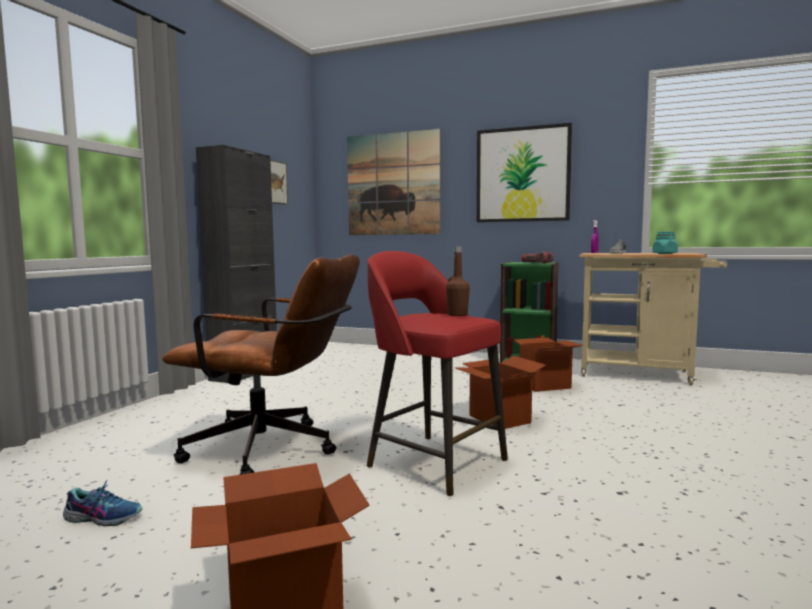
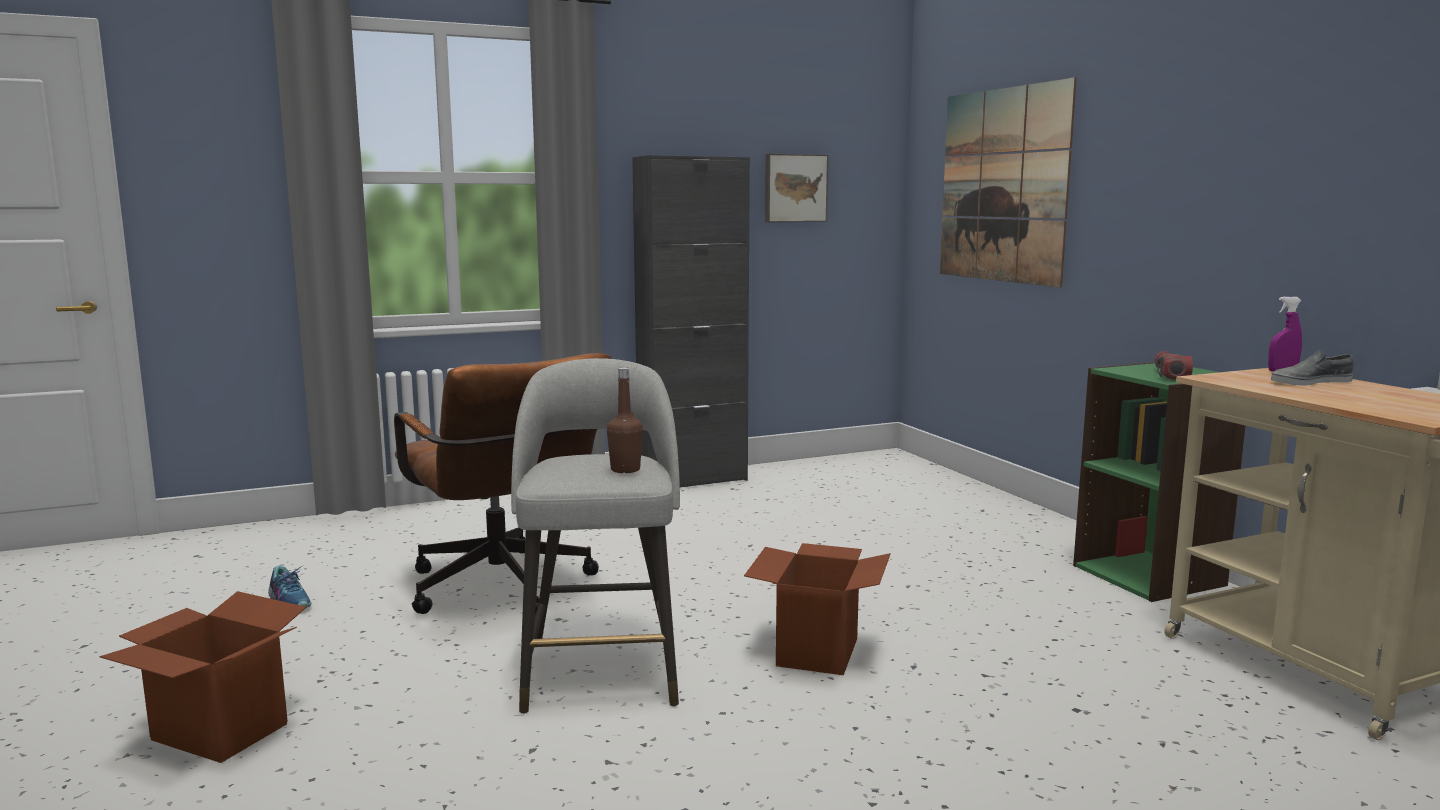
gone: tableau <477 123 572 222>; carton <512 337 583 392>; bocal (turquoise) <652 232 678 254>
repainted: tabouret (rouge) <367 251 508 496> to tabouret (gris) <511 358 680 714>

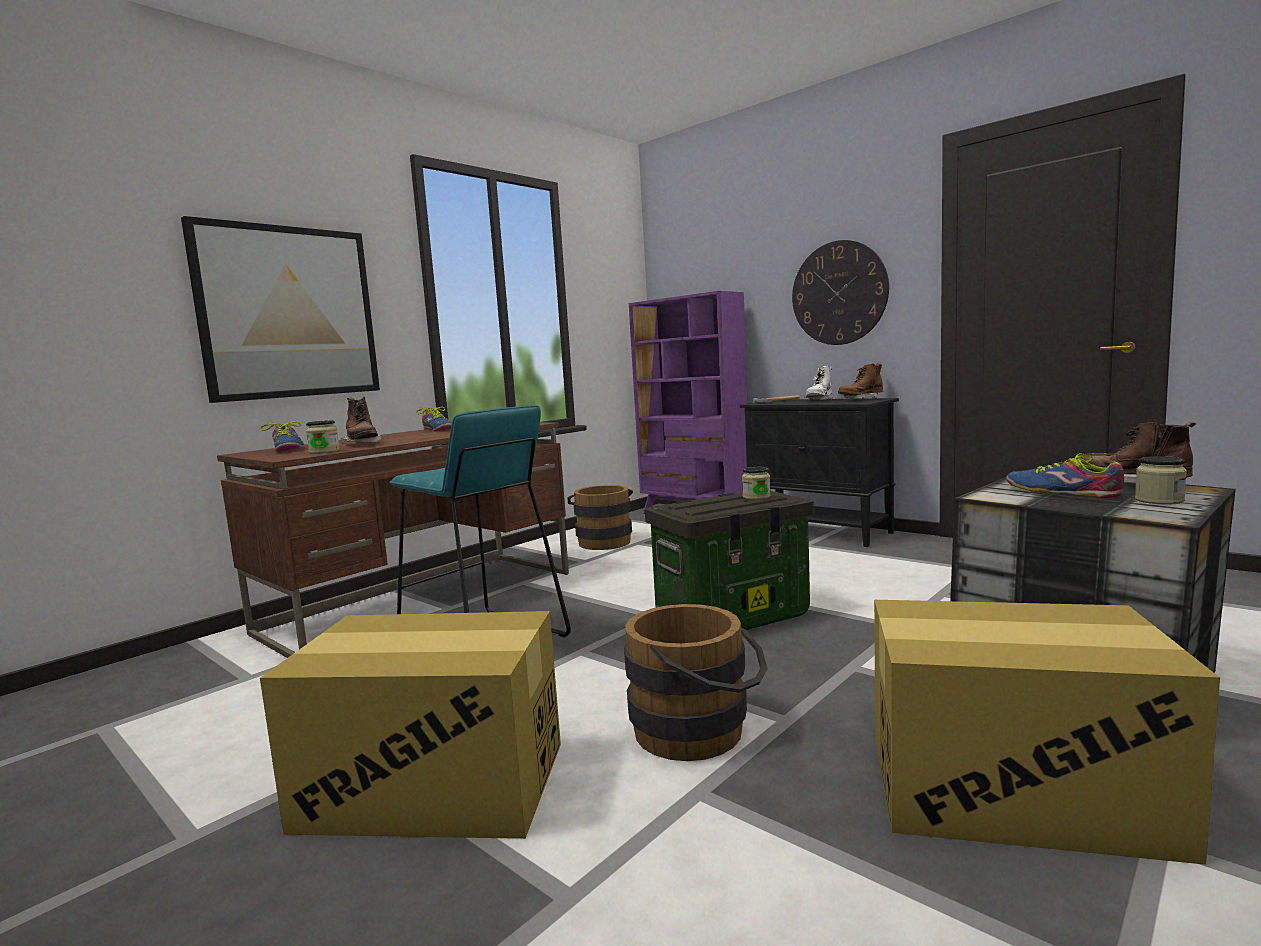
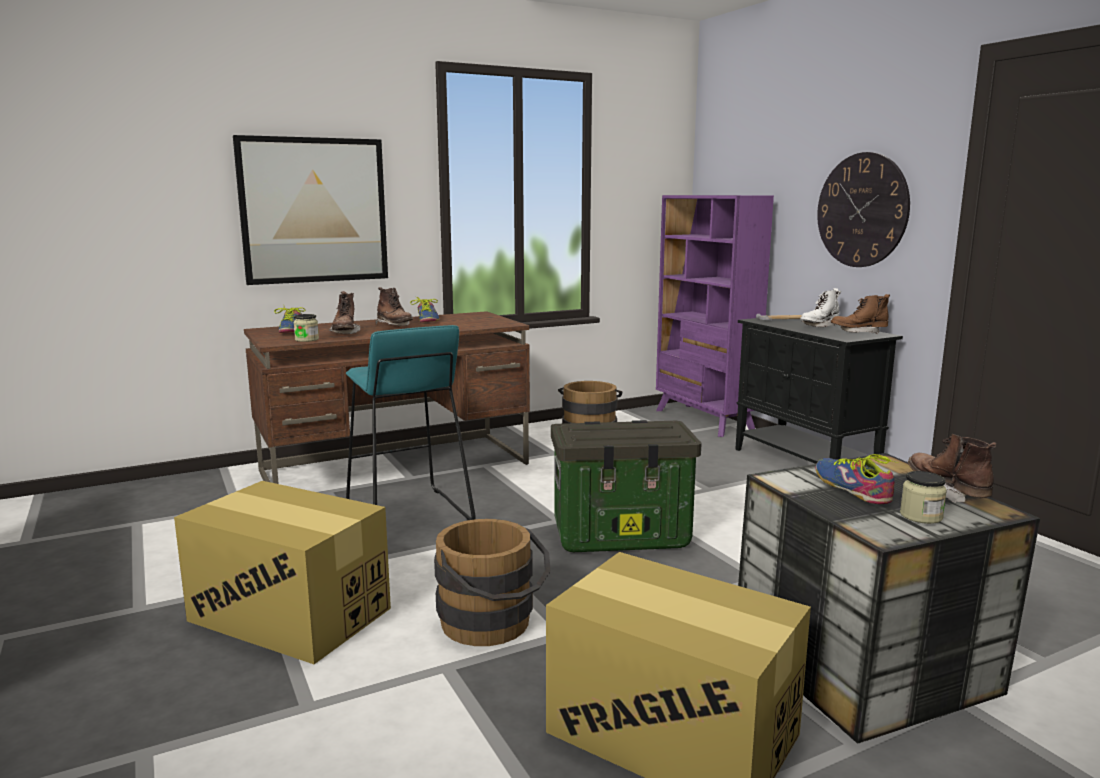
gone: bocal <742 467 771 500>
new: botte (marron) <375 287 413 326>

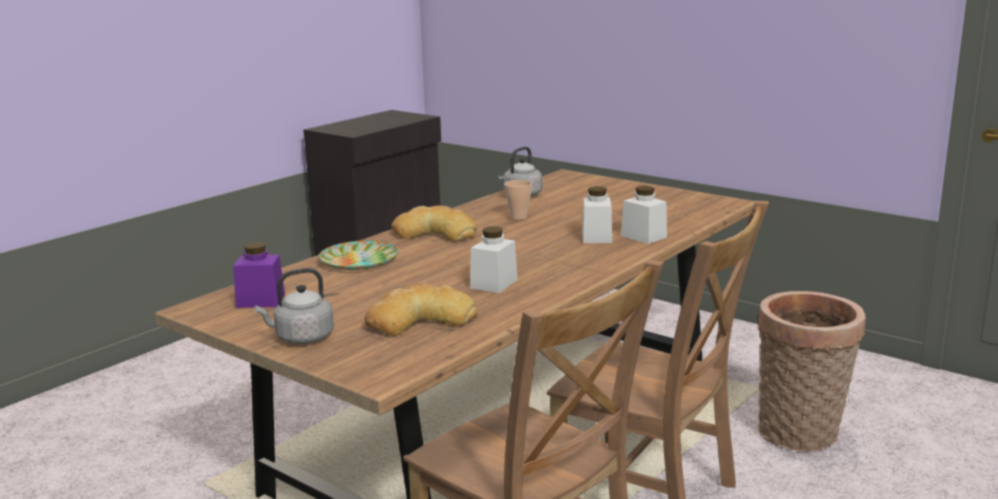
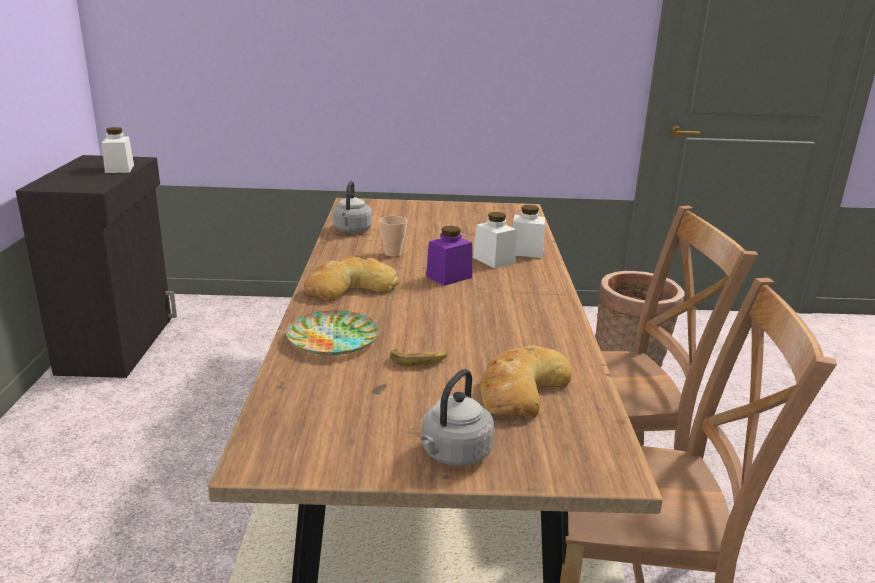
new: banane <390 348 447 366>
shifted: bocal (violet) <233 242 285 308> to <426 226 472 286>; bocal (blanc) <470 226 518 293> to <102 127 134 173>

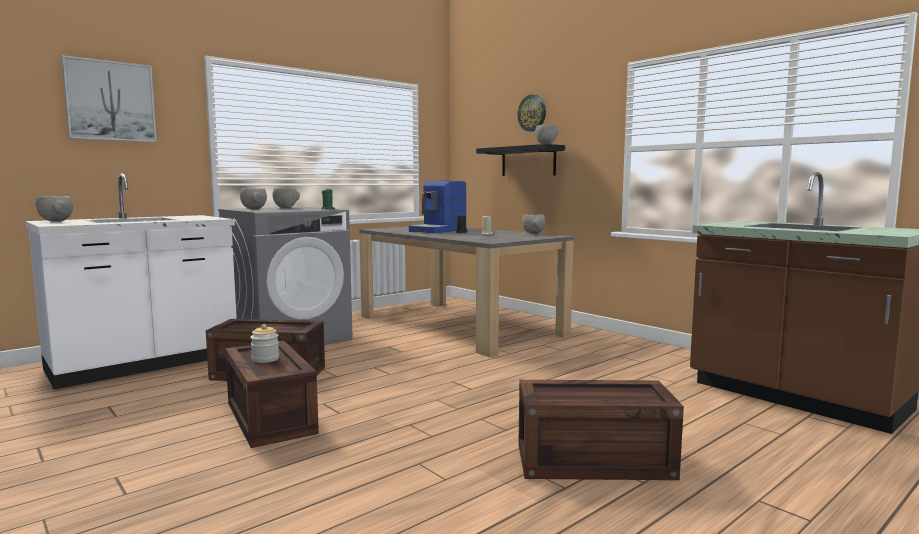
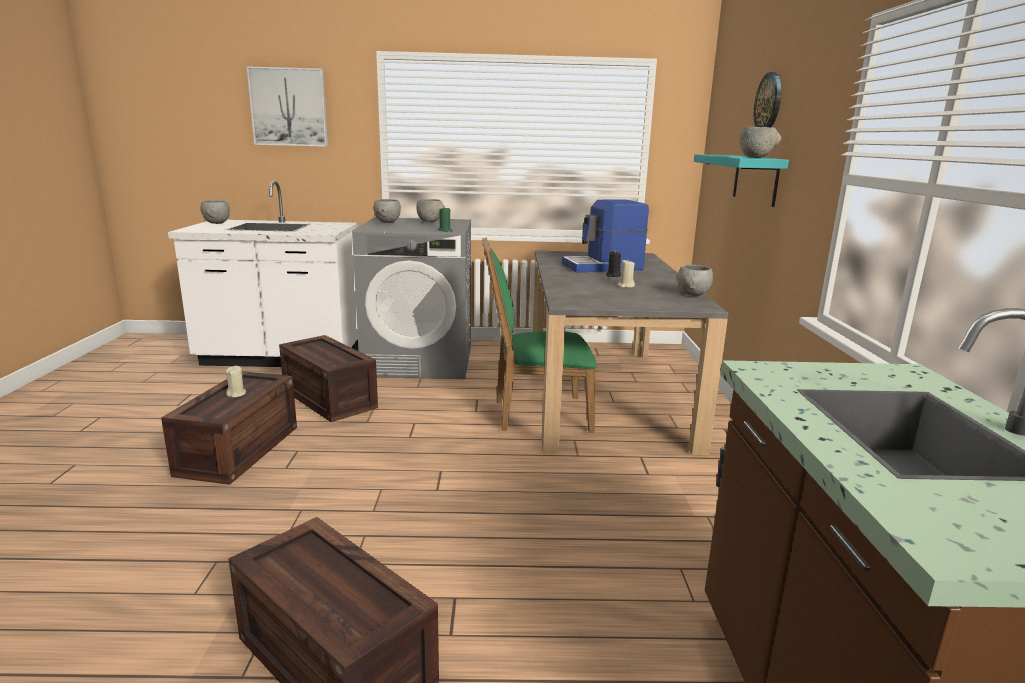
new: chaise (vert) <482 238 597 433>
swapped: bocal <250 324 279 363> to bougie (beige) <226 366 246 398>
repainted: étagère (noir) <476 144 565 176> to étagère (turquoise) <694 154 789 207>

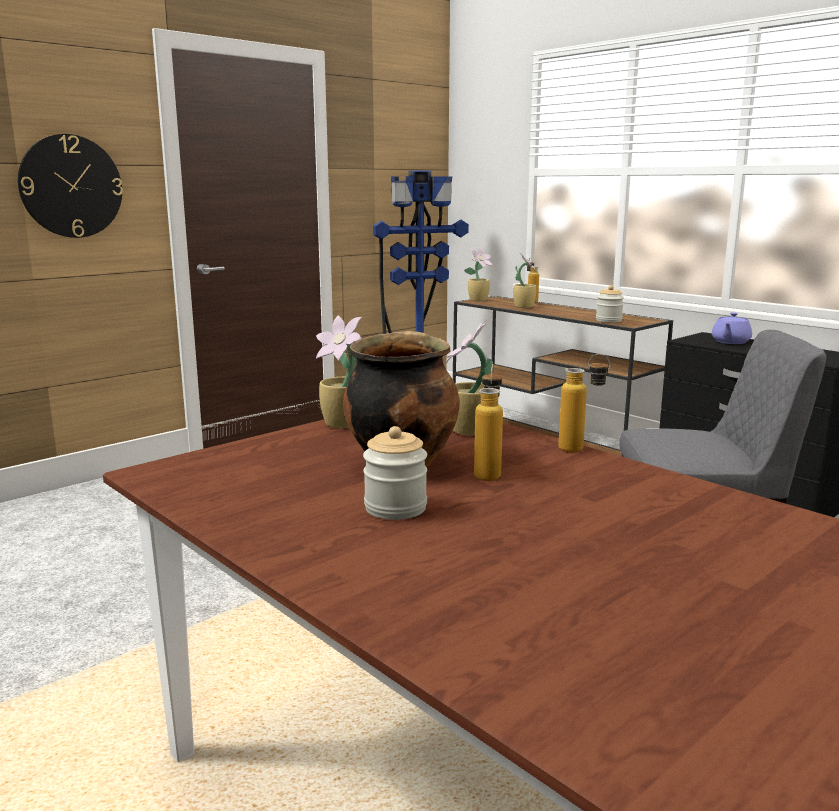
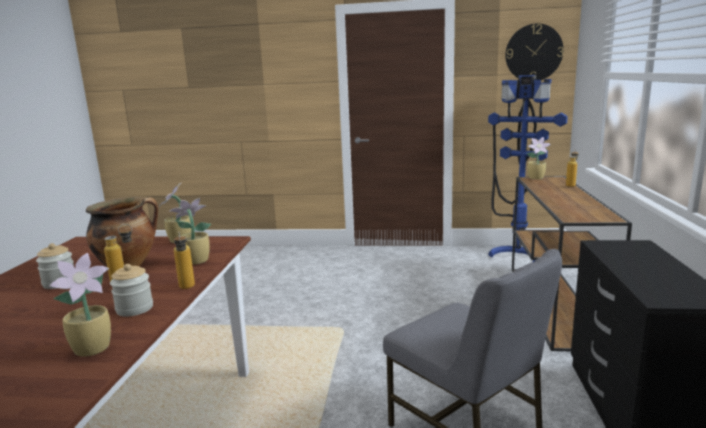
gone: théière (violet) <712 312 752 344>
shifted: horloge murale <18 134 123 238> to <505 23 564 80>; plante en pot <513 252 538 308> to <49 253 111 357>; bocal <596 285 624 322> to <110 264 153 317>

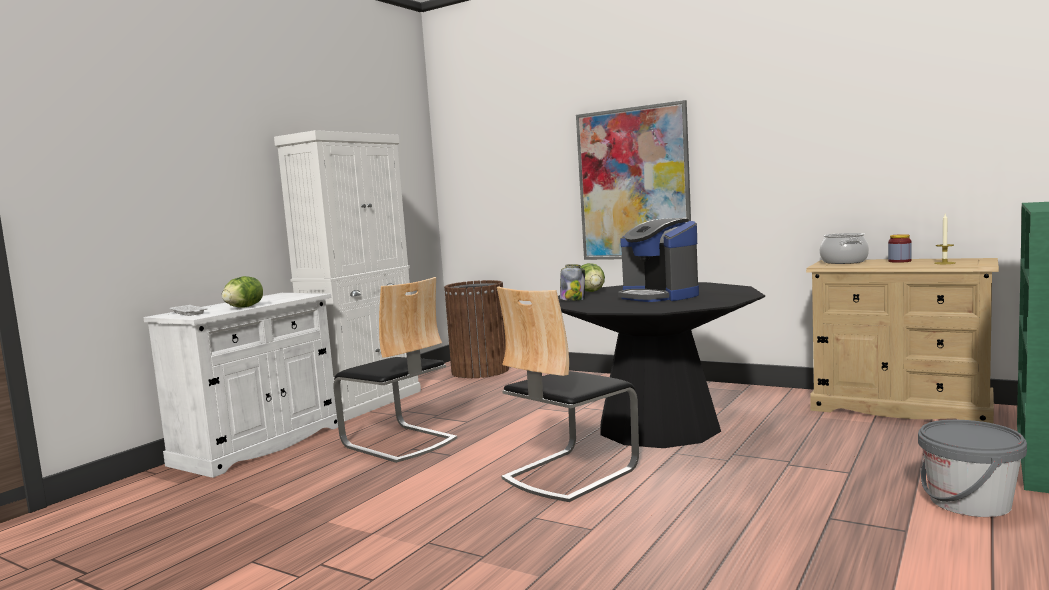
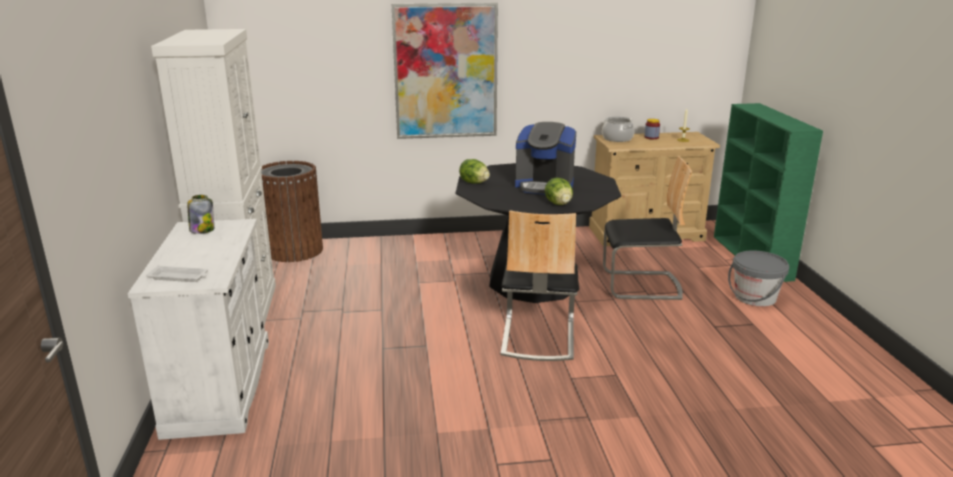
shifted: laitue <222 276 263 308> to <544 177 573 205>; chaise <333 277 457 463> to <603 156 692 300>; bocal <560 264 585 301> to <187 195 214 234>

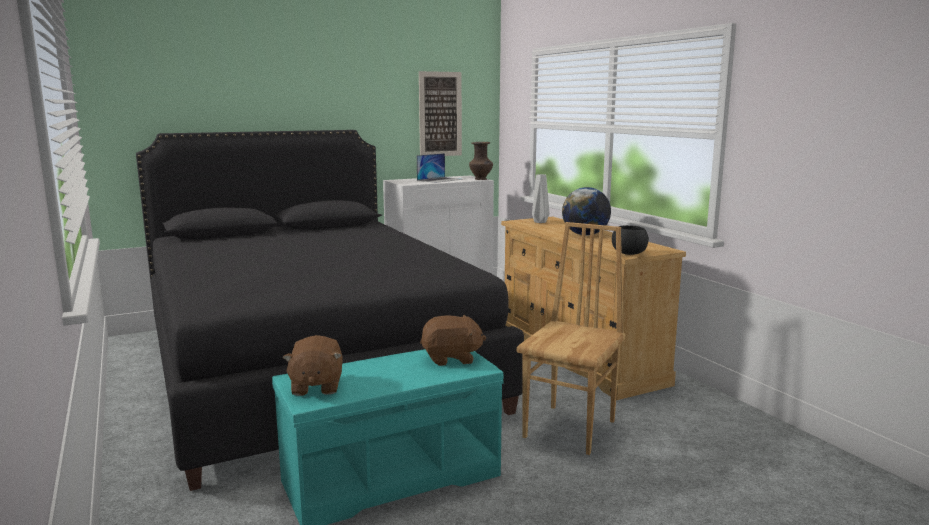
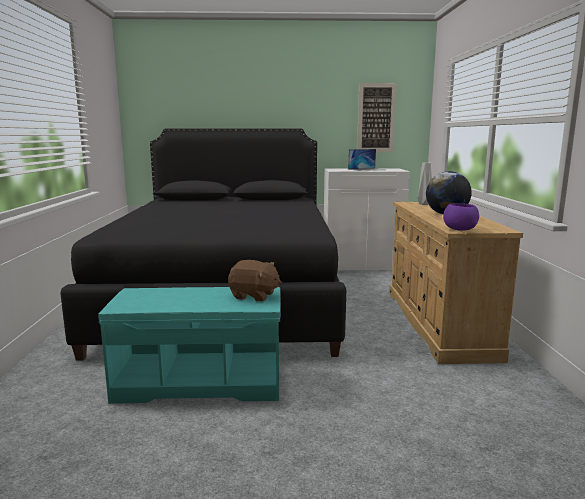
gone: peluche (marron) <282 335 343 396>; vase (marron) <469 142 493 180>; chaise (marron) <517 222 625 455>
repainted: bol (noir) <612 225 649 255> to bol (violet) <443 203 479 231>

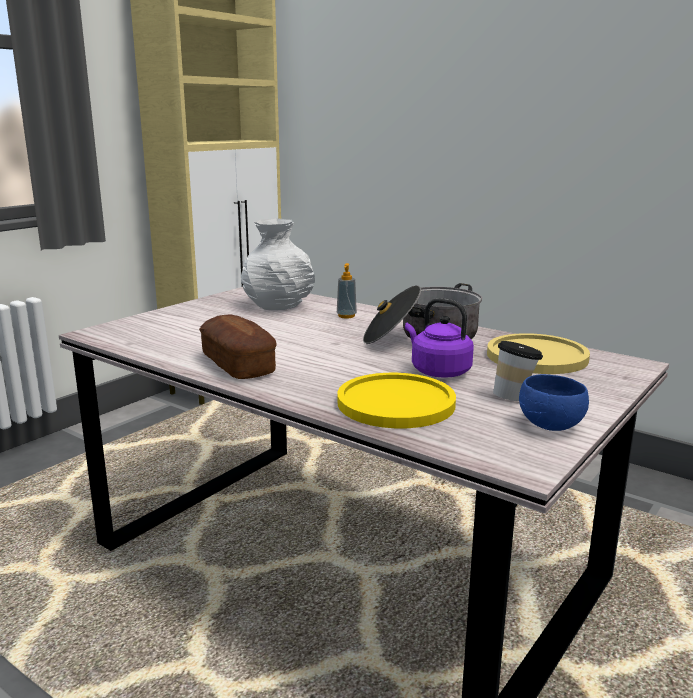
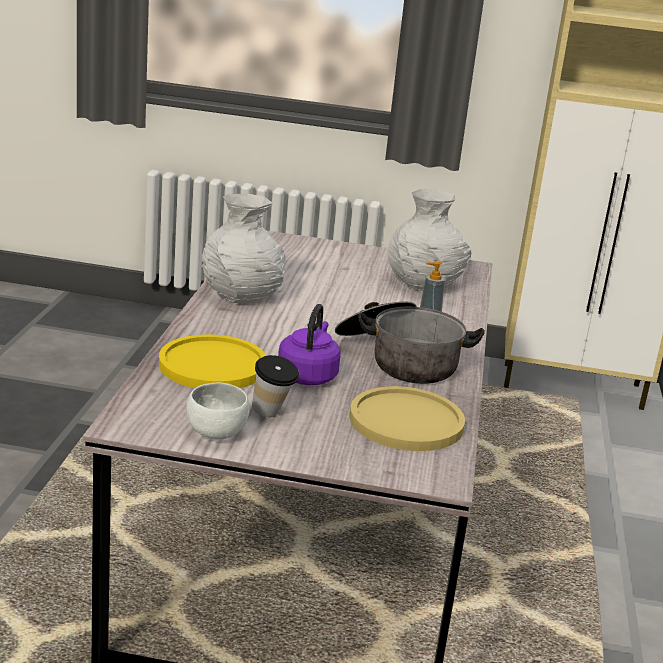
swapped: pain <199 314 277 379> to vase (blanc) <202 193 286 303>
repainted: bol (bleu) <519 374 589 431> to bol (blanc) <186 382 250 439>

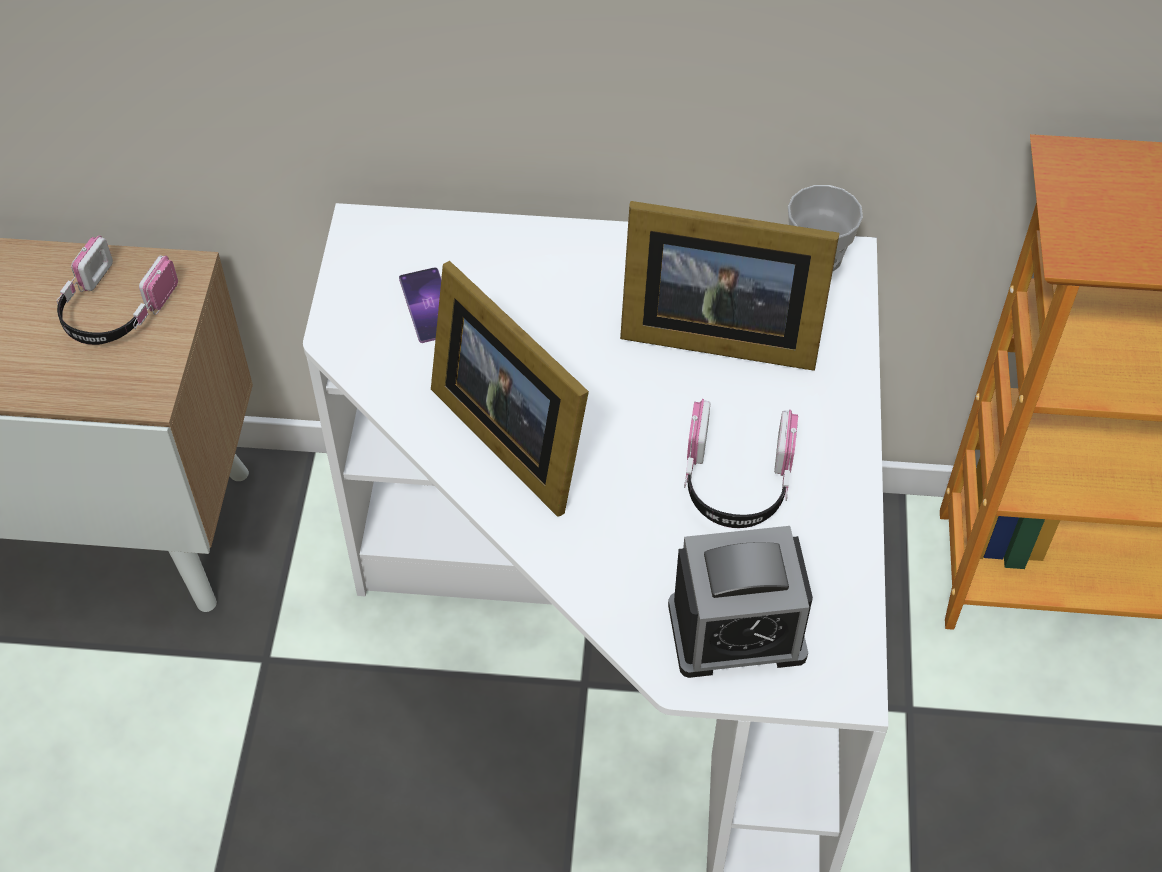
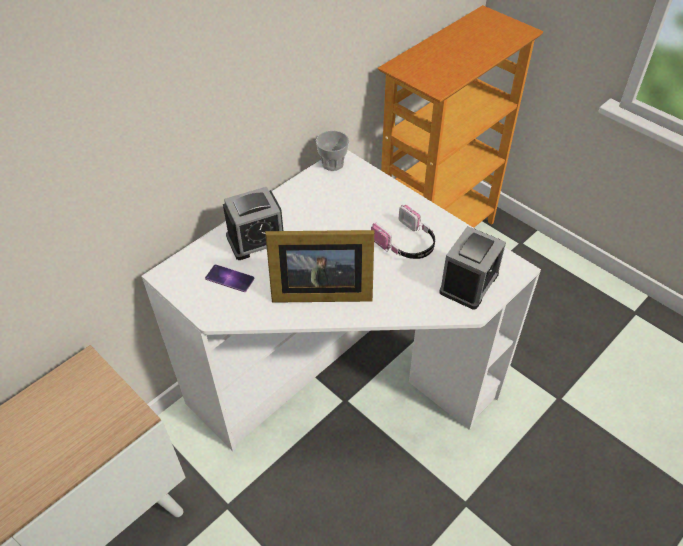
gone: casque audio <56 236 178 345>; cadre photo <620 201 839 371>
new: réveil <223 187 283 260>

